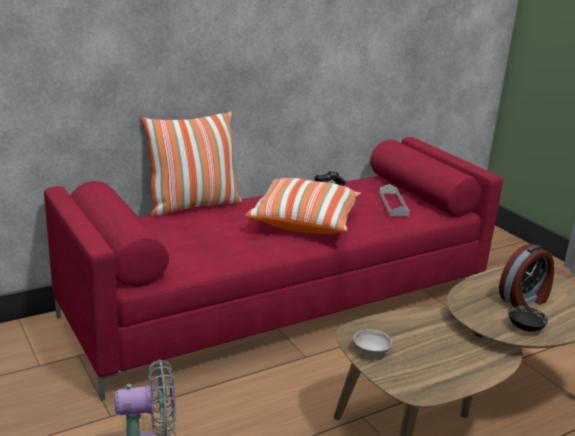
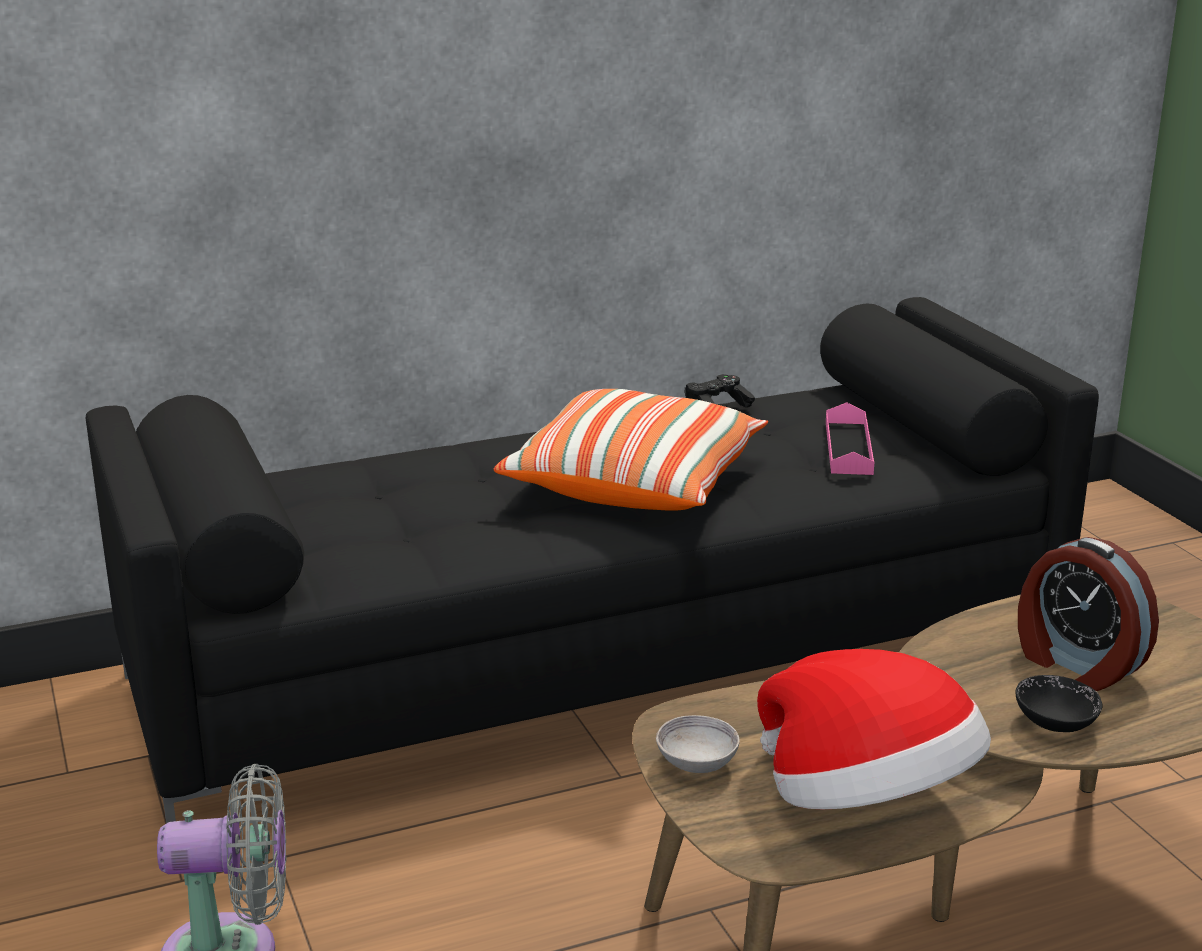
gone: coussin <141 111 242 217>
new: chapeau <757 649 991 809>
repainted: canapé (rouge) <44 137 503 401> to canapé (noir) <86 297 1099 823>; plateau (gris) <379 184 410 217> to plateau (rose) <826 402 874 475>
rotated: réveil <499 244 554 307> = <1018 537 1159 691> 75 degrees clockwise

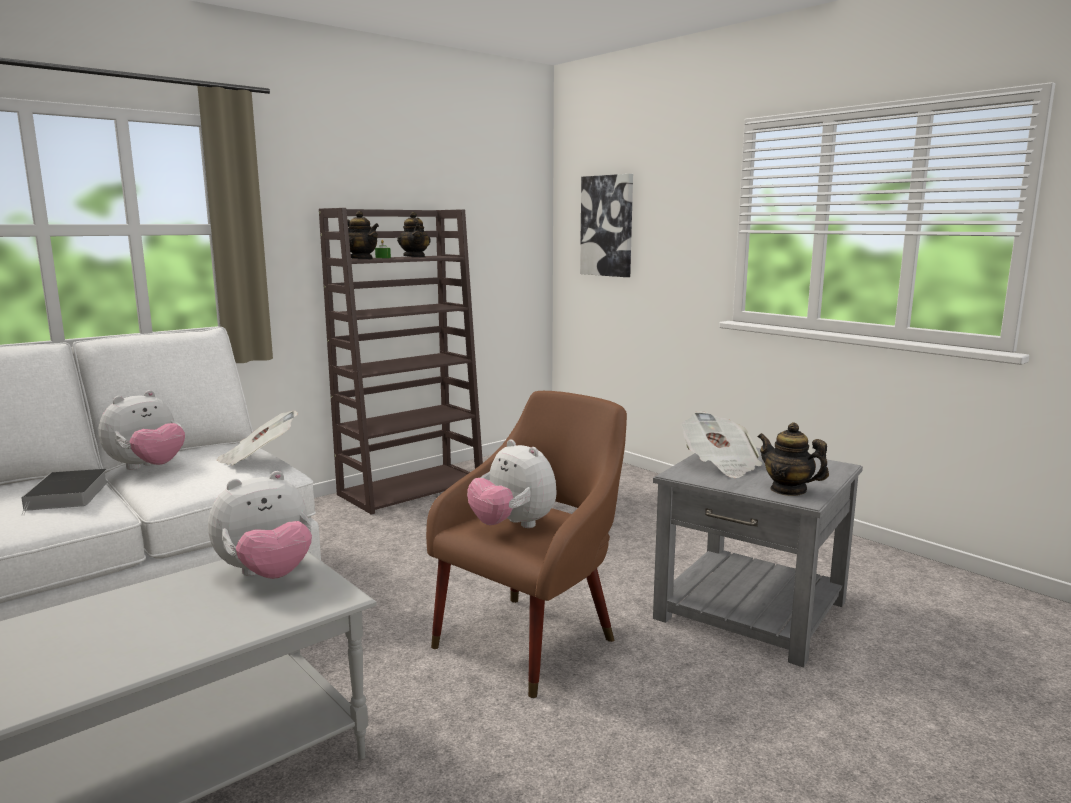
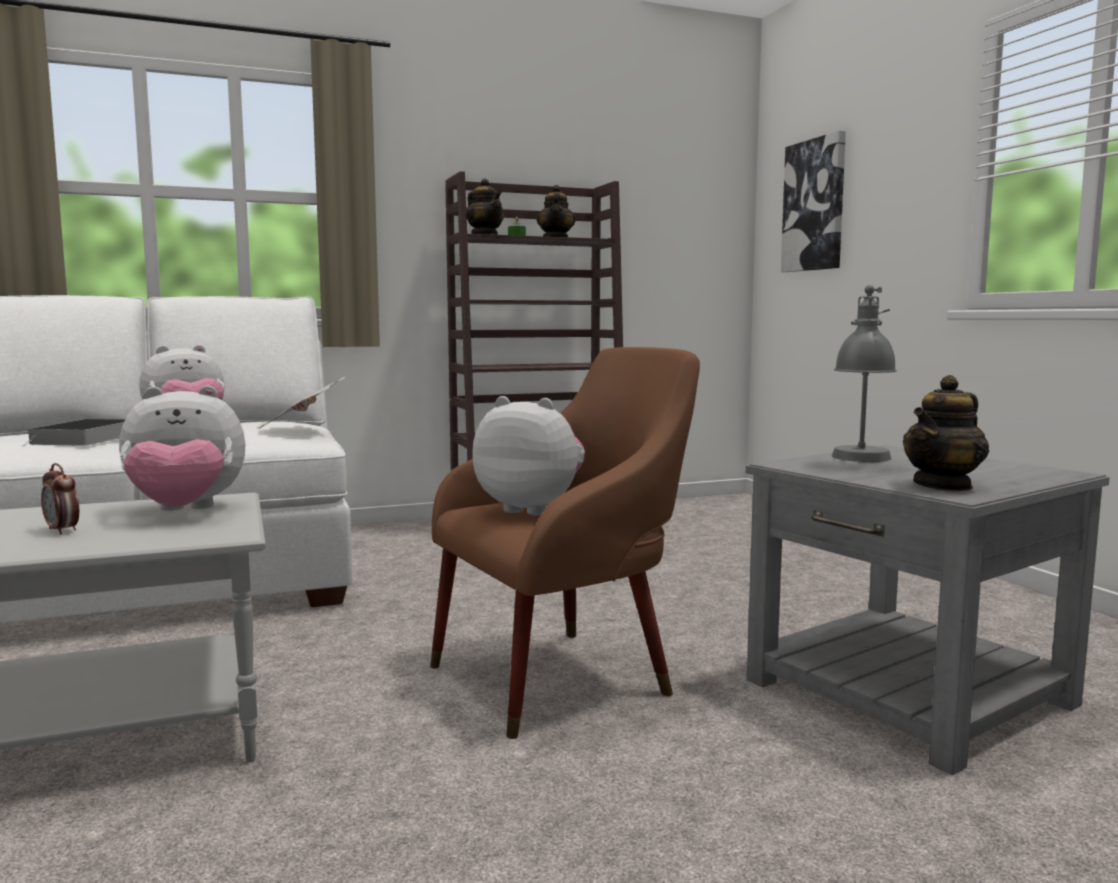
new: réveil <41 463 79 535>
swapped: journal <681 411 762 478> to lampe de table (gris) <832 285 897 462>
rotated: peluche <467 439 557 528> = <472 396 585 516> 135 degrees clockwise; théière <758 422 829 496> = <903 375 989 491> 105 degrees counterclockwise

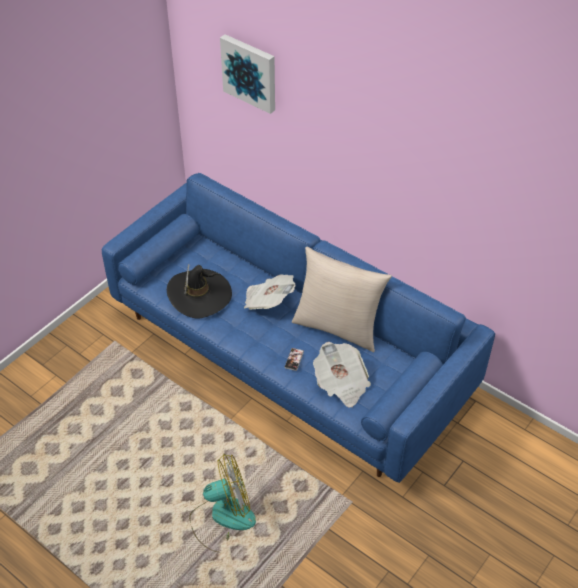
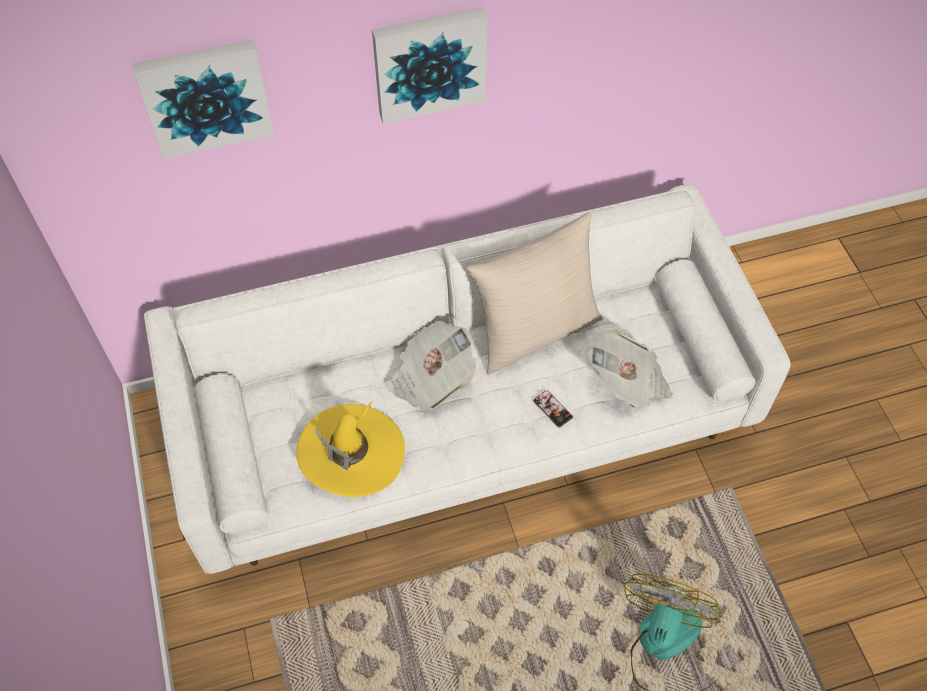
new: tableau <372 8 488 124>
repainted: canapé (bleu) <102 173 495 483> to canapé (blanc) <144 184 791 574>; chapeau (noir) <167 264 232 318> to chapeau (jaune) <296 401 405 497>

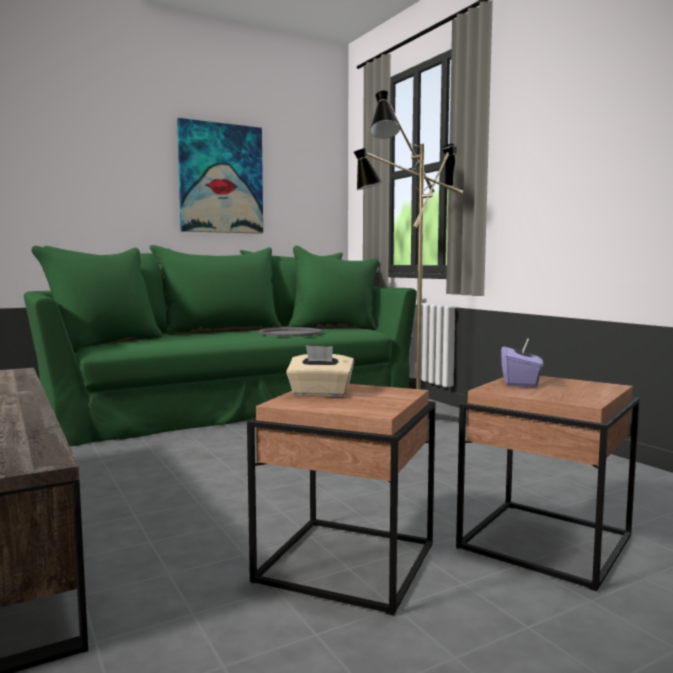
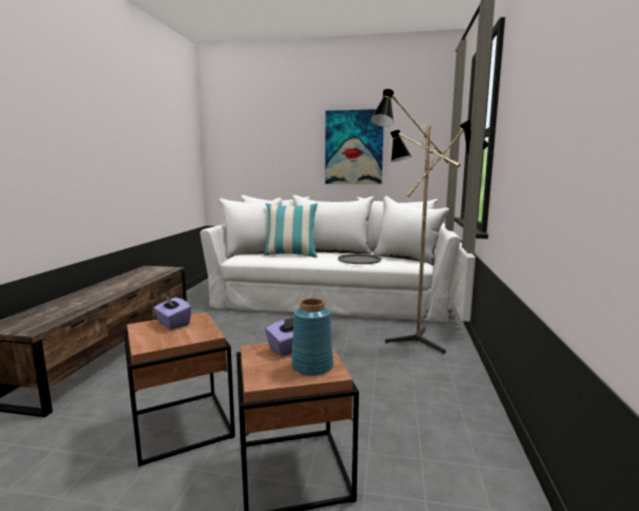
new: coussin <264 203 318 258>; vase (bleu) <292 298 333 376>
repainted: canapé (vert) <24 245 417 446> to canapé (blanc) <200 195 460 322>; boîte à mouchoirs (beige) <286 345 354 397> to boîte à mouchoirs (violet) <154 294 191 329>

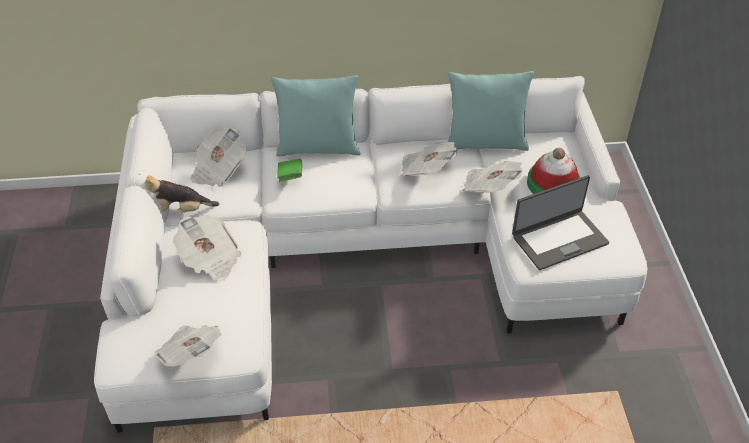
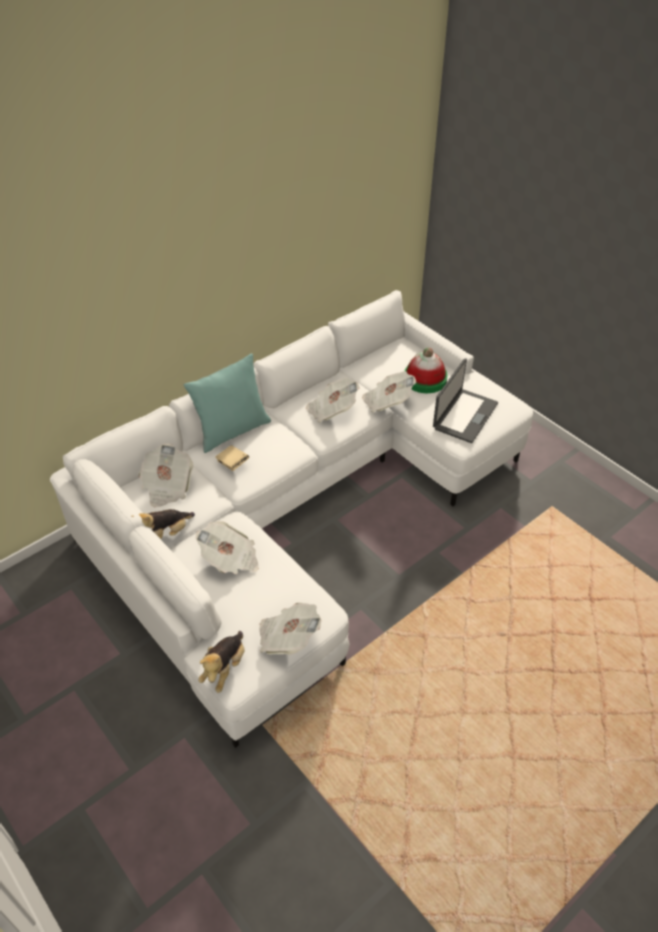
gone: coussin (turquoise) <448 71 534 151>
new: peluche <198 631 245 693>
repainted: livre (vert) <277 159 302 182> to livre (beige) <215 445 249 471>

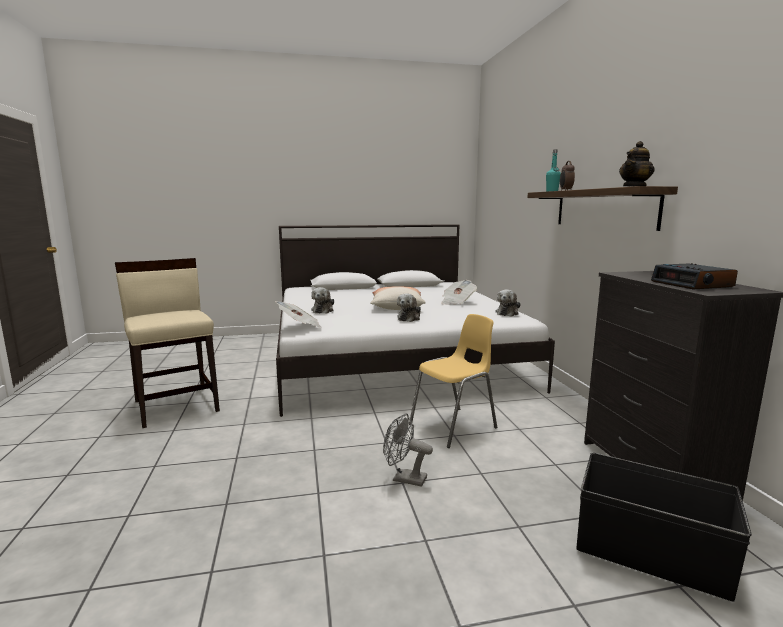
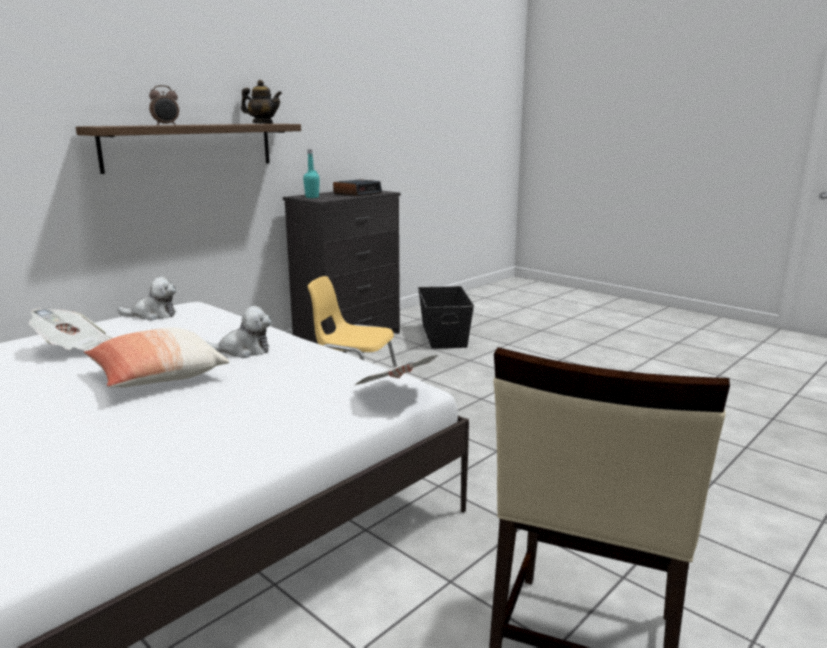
gone: peluche <311 287 334 314>; ventilateur (gris) <383 413 433 487>
shifted: bouteille (turquoise) <546 149 561 191> to <303 149 320 198>

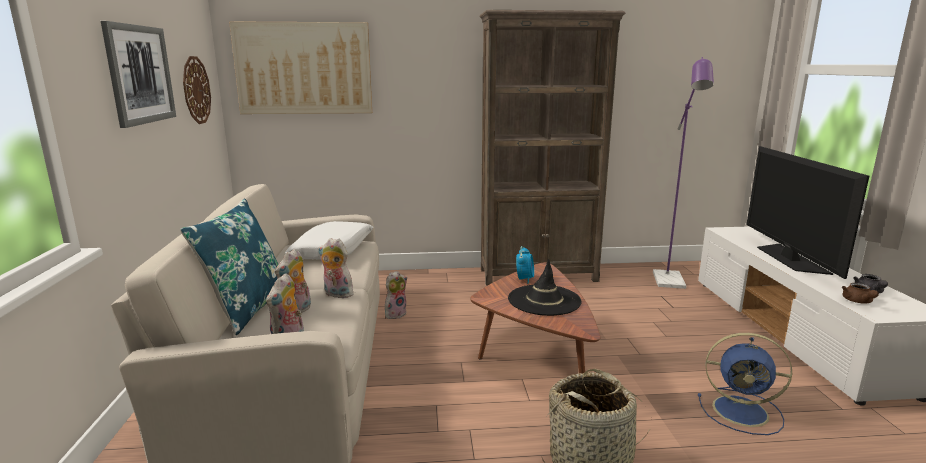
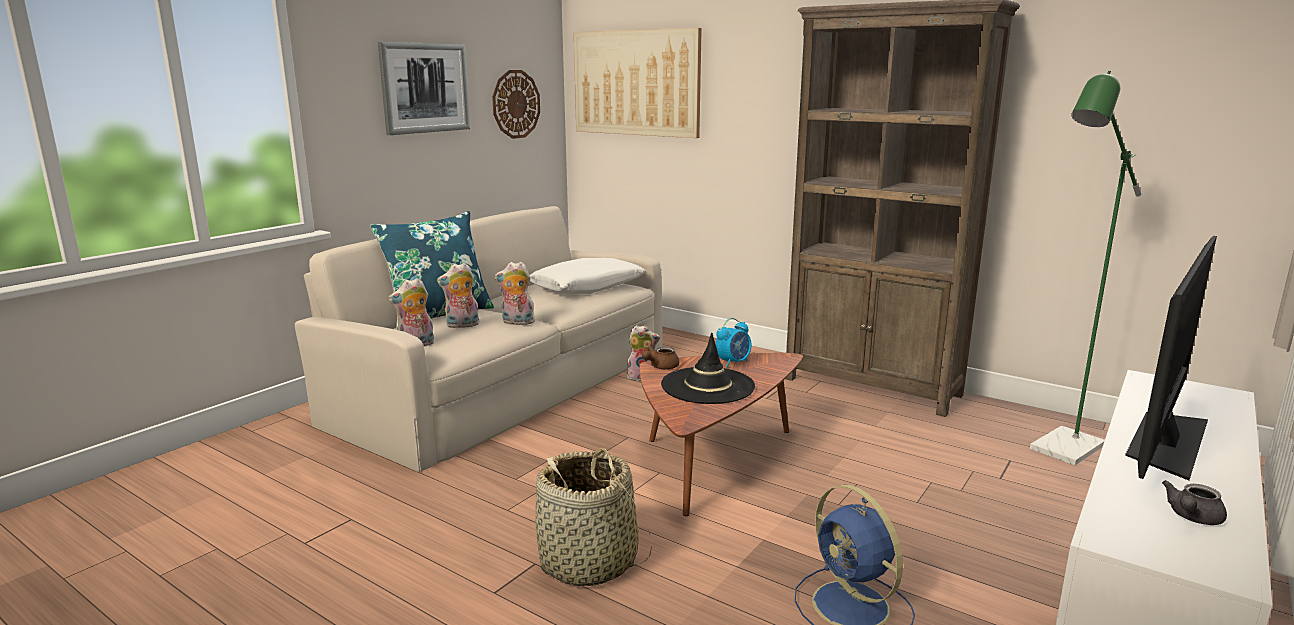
shifted: théière (marron) <842 283 879 304> to <642 346 679 369>
repainted: lampadaire (violet) <653 57 714 289> to lampadaire (vert) <1030 71 1141 465>
rotated: peluche <318 238 354 298> = <495 262 538 325> 60 degrees counterclockwise

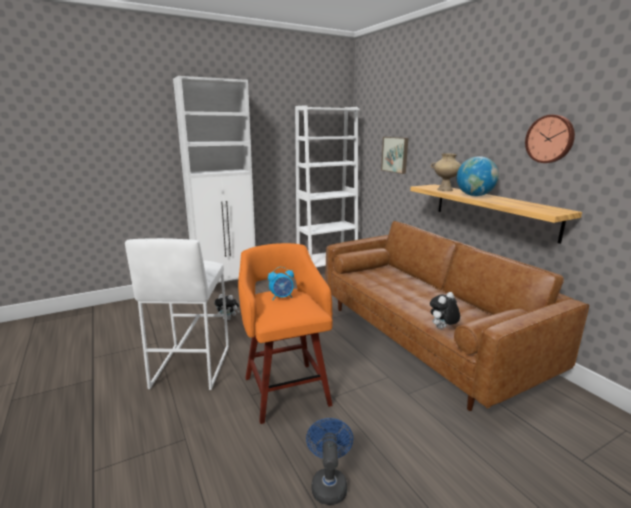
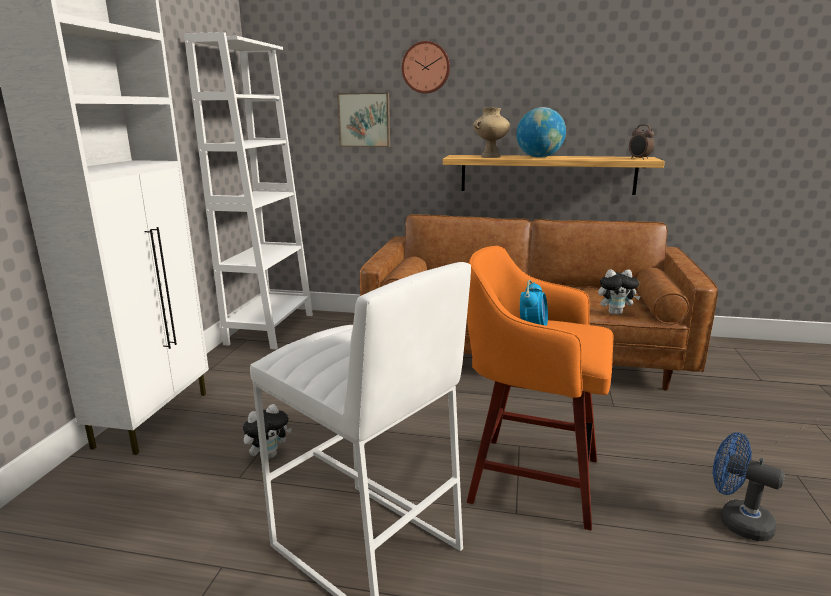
new: réveil <629 124 654 160>
shifted: horloge murale <525 115 575 163> to <402 41 450 93>
rotated: peluche <430 292 460 329> = <598 269 641 315> 90 degrees counterclockwise

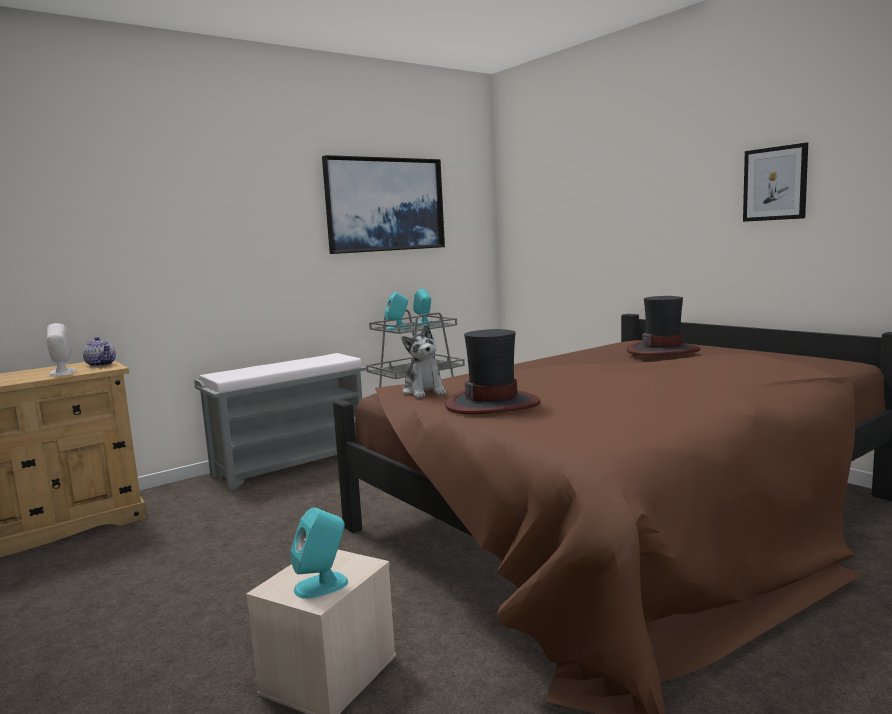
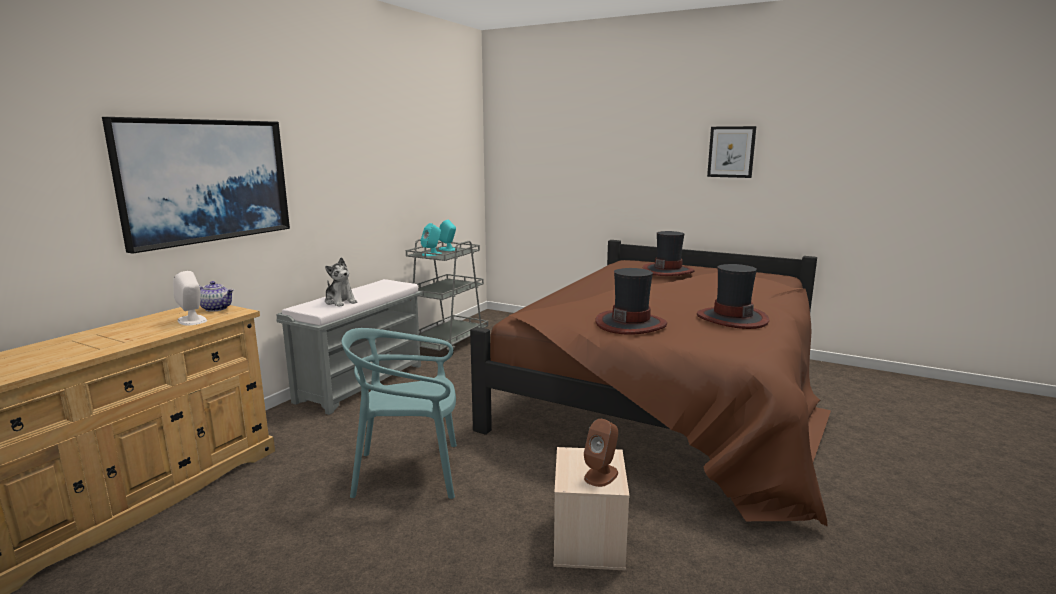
new: chaise (turquoise) <342 328 457 499>; chapeau <697 264 769 329>
shifted: tableau <322 155 445 254> to <102 117 290 254>; peluche <402 325 446 398> to <325 257 357 307>
repainted: enceinte (turquoise) <291 507 348 599> to enceinte (marron) <584 419 618 487>

